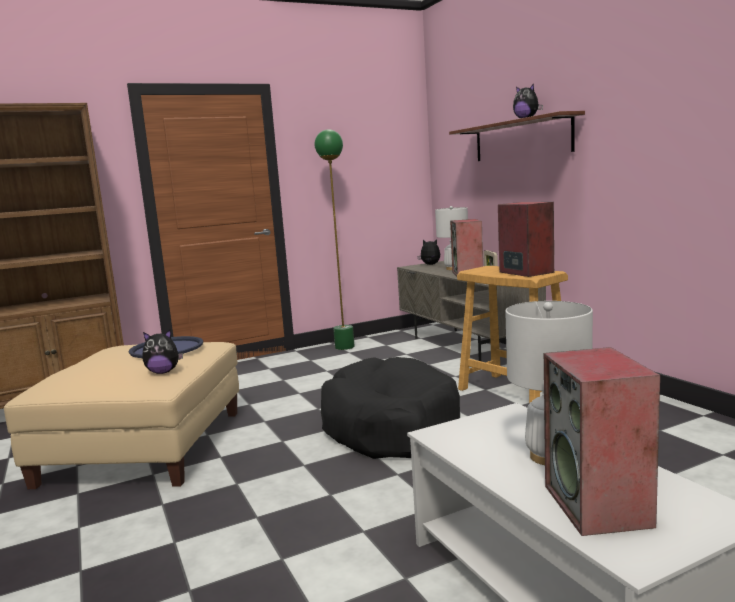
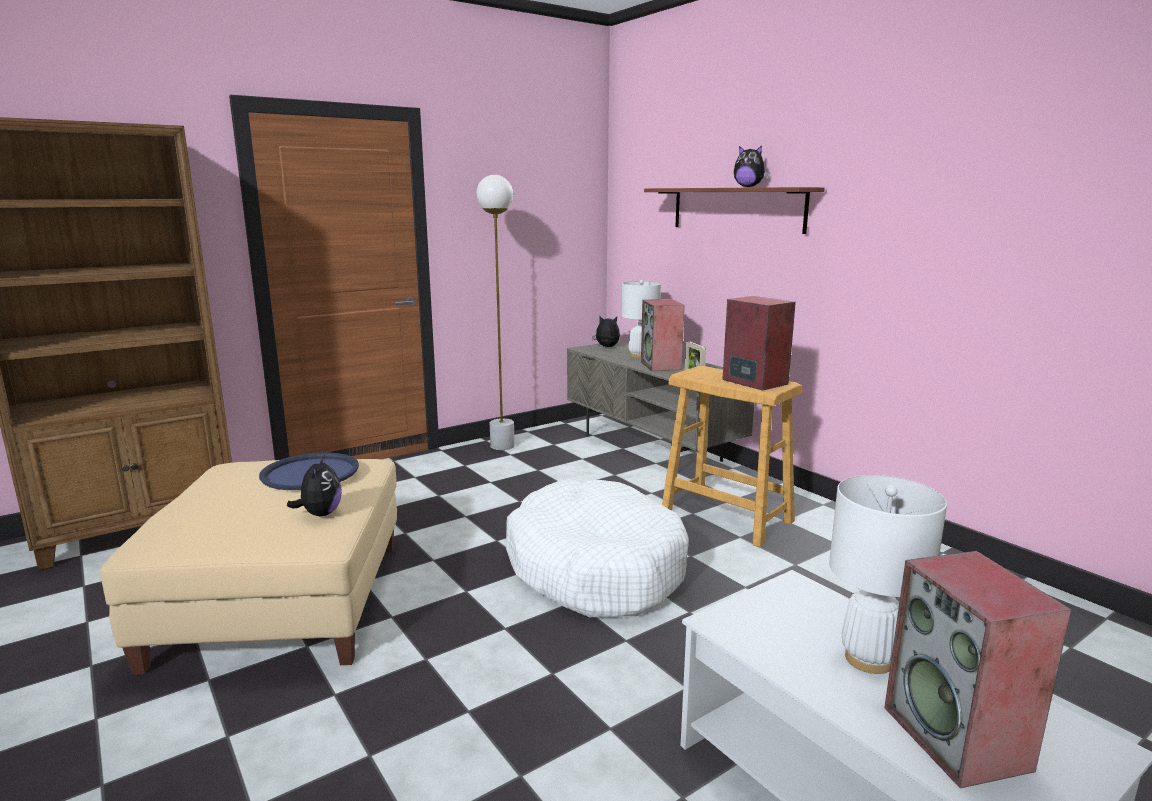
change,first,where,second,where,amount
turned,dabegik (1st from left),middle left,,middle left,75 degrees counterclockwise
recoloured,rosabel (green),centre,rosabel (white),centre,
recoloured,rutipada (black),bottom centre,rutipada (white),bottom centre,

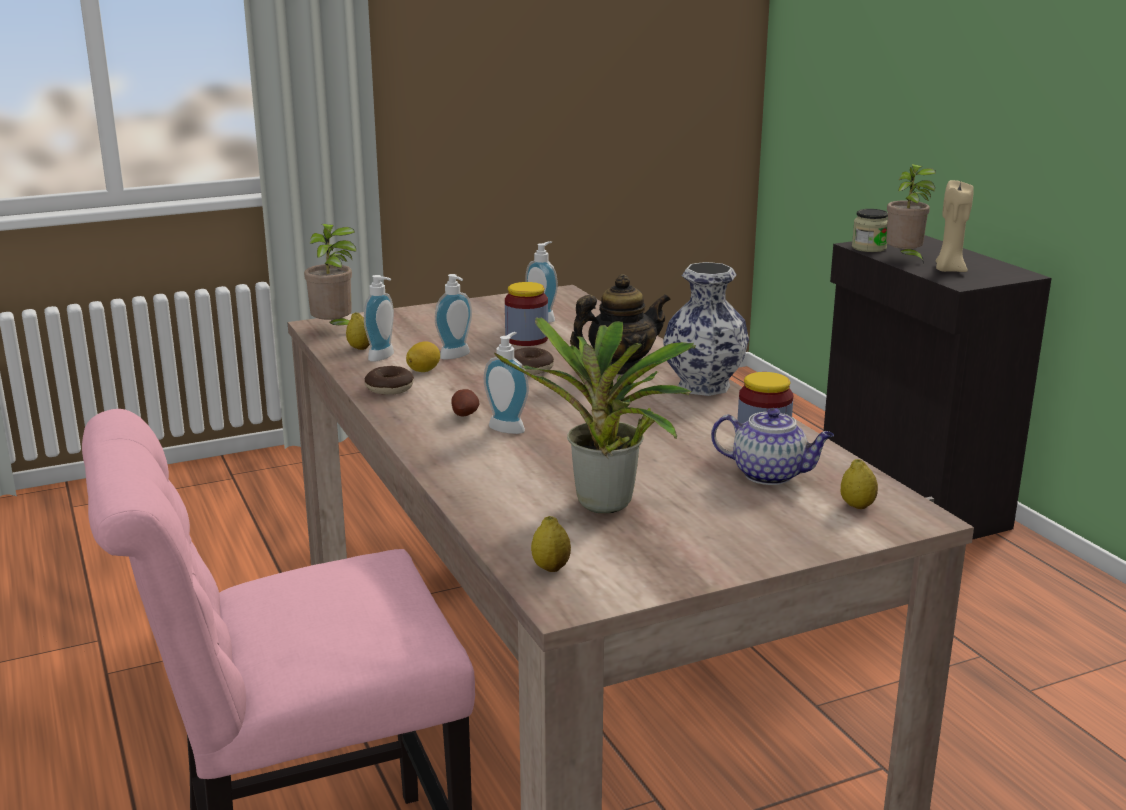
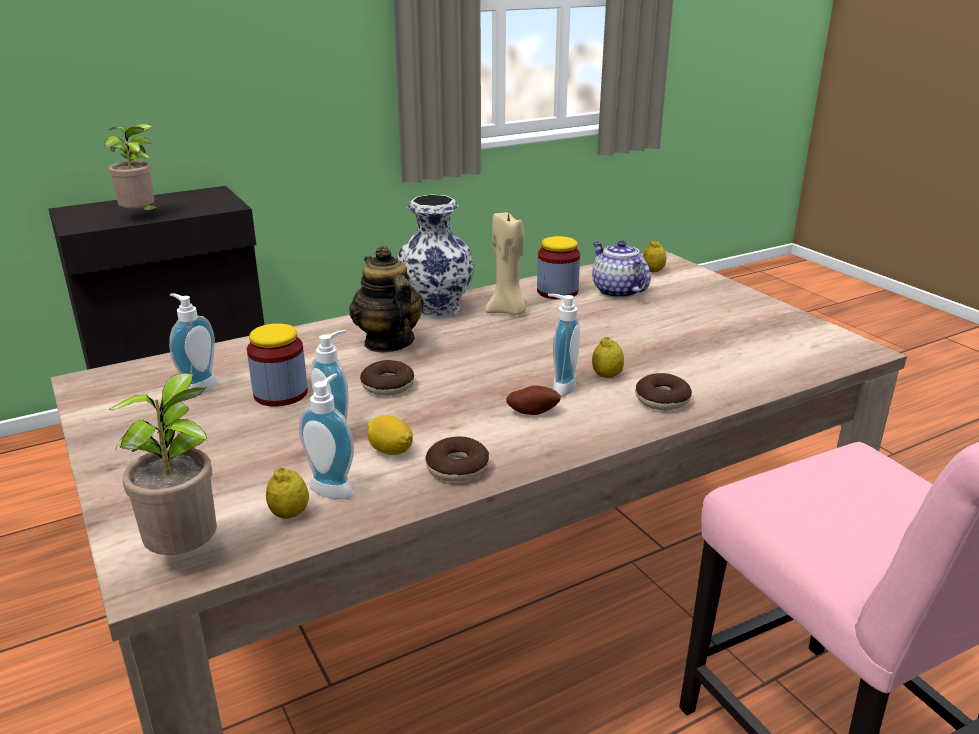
change,first,where,second,where,amount
moved,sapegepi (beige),top right,,centre,
turned,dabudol (2nd from left),middle right,,centre,45 degrees counterclockwise
moved,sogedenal (3rd from left),bottom centre,,centre,
added,,,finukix (3rd from left),middle right,
removed,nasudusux (2nd from left),centre,,,
removed,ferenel (3rd from left),top right,,,

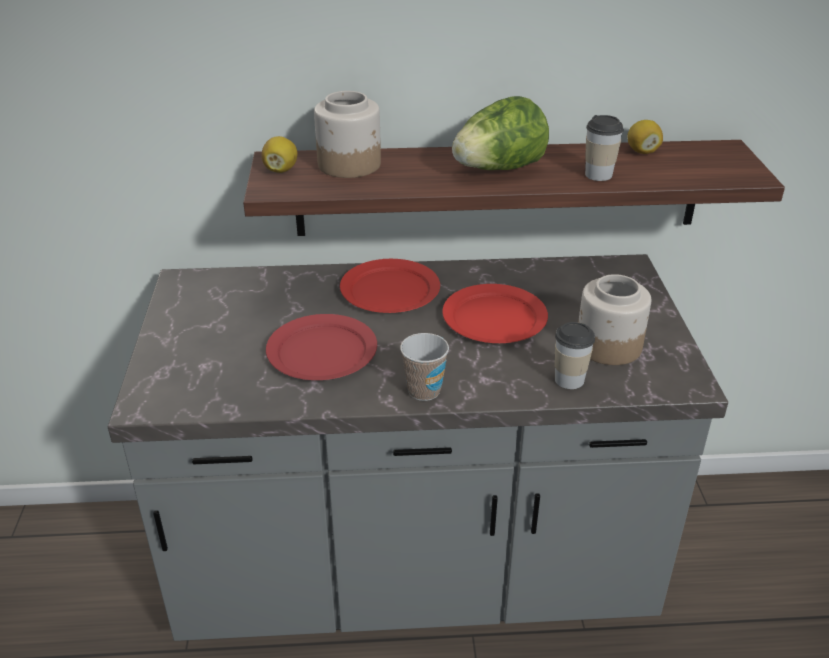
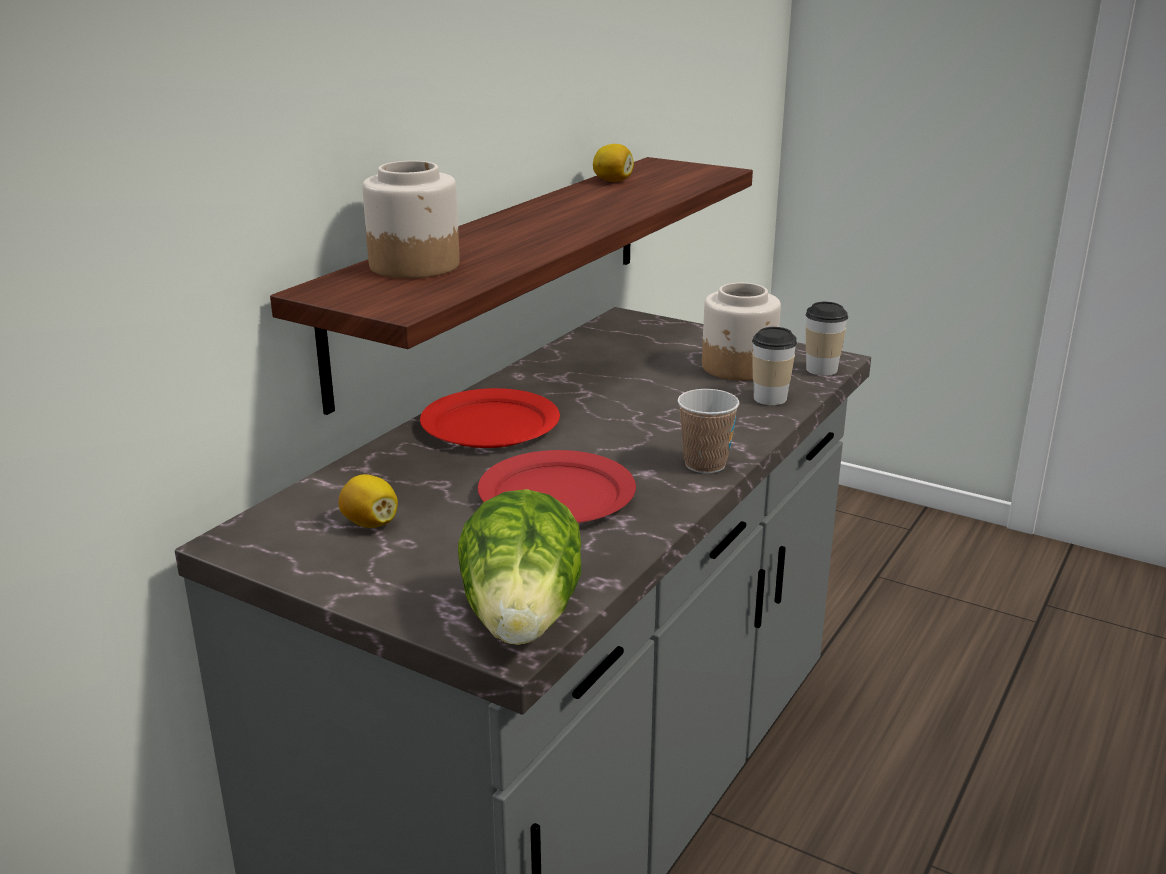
change,first,where,second,where,amount
moved,sogedenal (1st from left),top centre,,middle left,
moved,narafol,top centre,,centre,
moved,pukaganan (3rd from left),top right,,middle right,
removed,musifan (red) (3rd from left),centre,,,

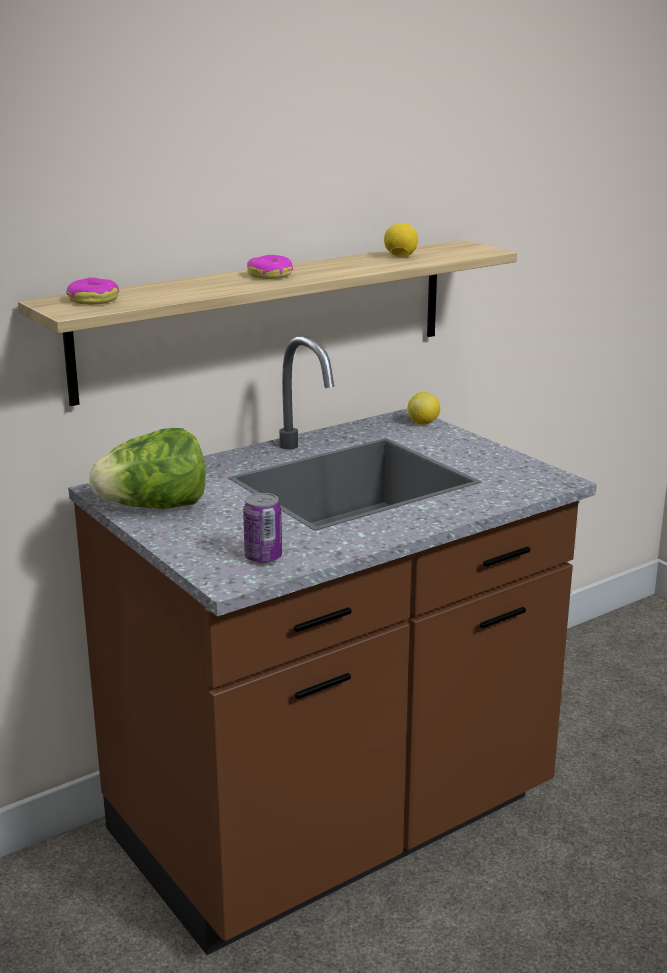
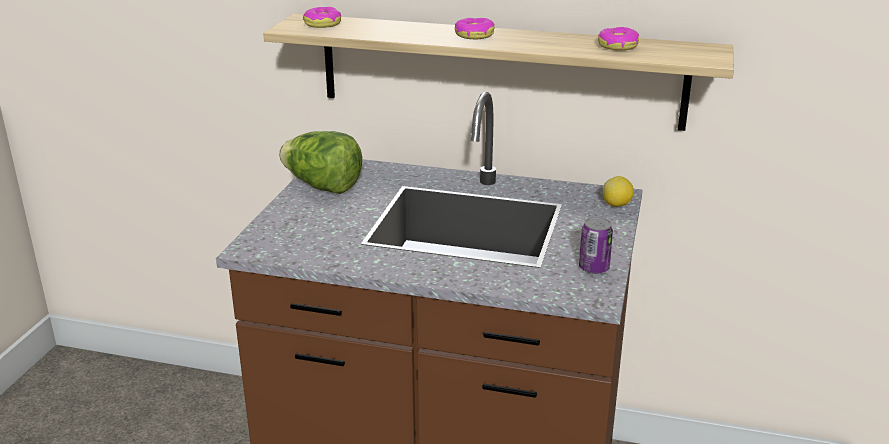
change,first,where,second,where,amount
moved,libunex,centre,,middle right,
replaced,sogedenal (1st from left),top centre,finukix (3rd from left),top right,

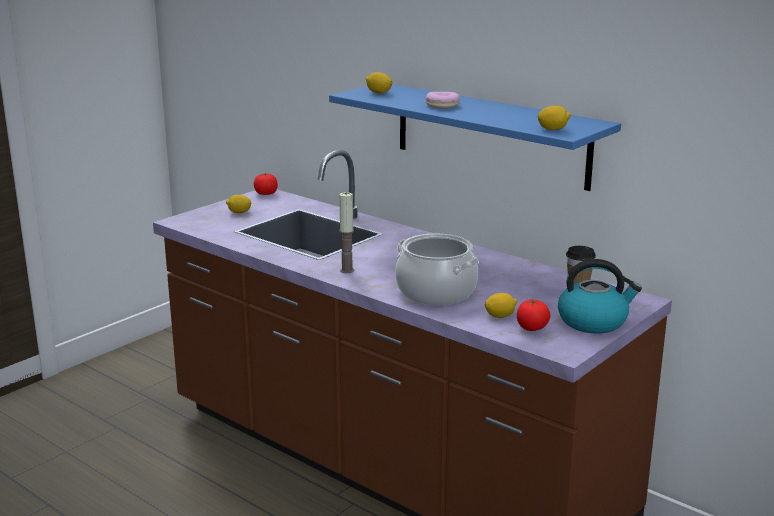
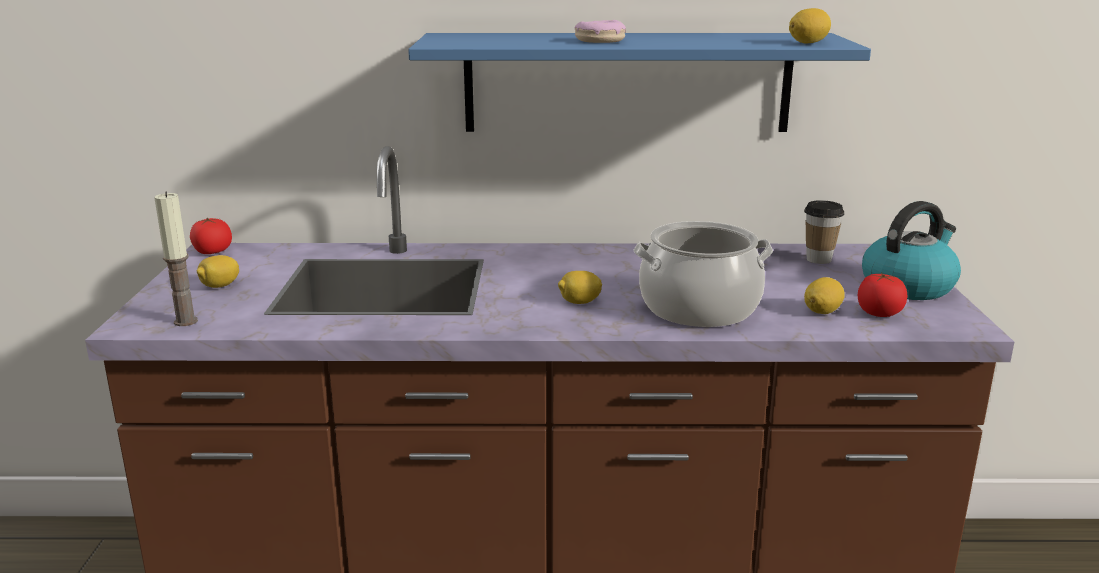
change,first,where,second,where,amount
moved,sapegepi,centre,,middle left,
moved,sogedenal (2nd from left),top centre,,centre,

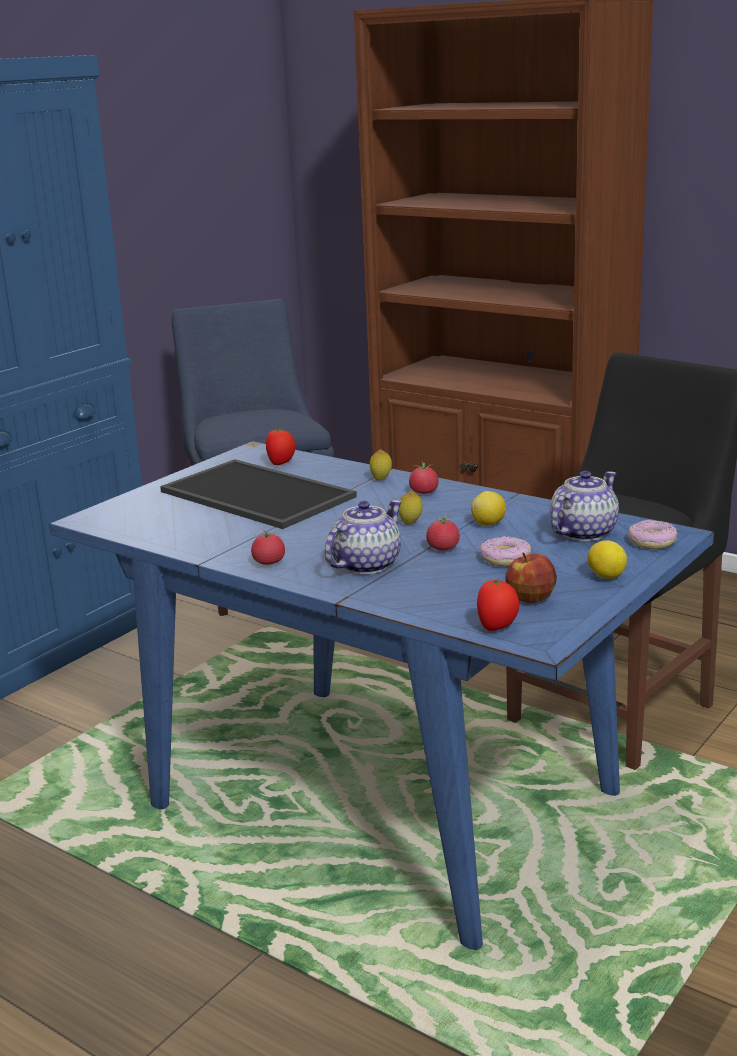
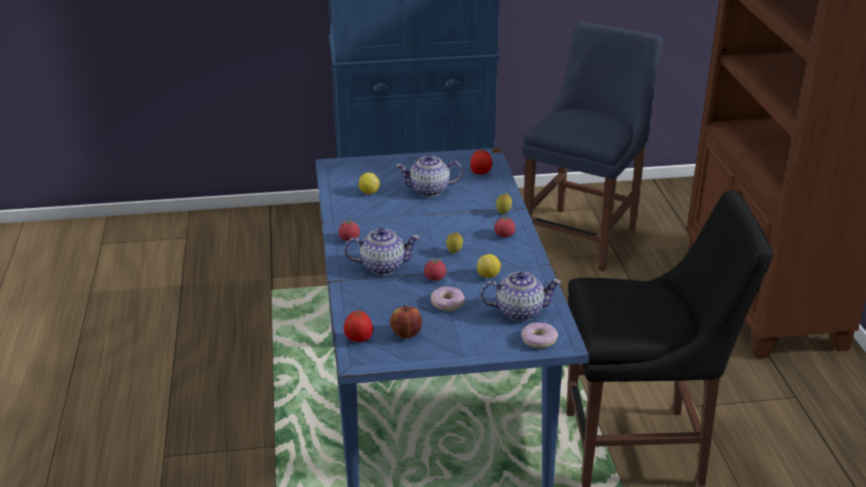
change,first,where,second,where,amount
moved,sogedenal (4th from left in the first image),middle right,sogedenal (1st from left),centre,
replaced,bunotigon,centre,dabudol (2nd from left),centre,

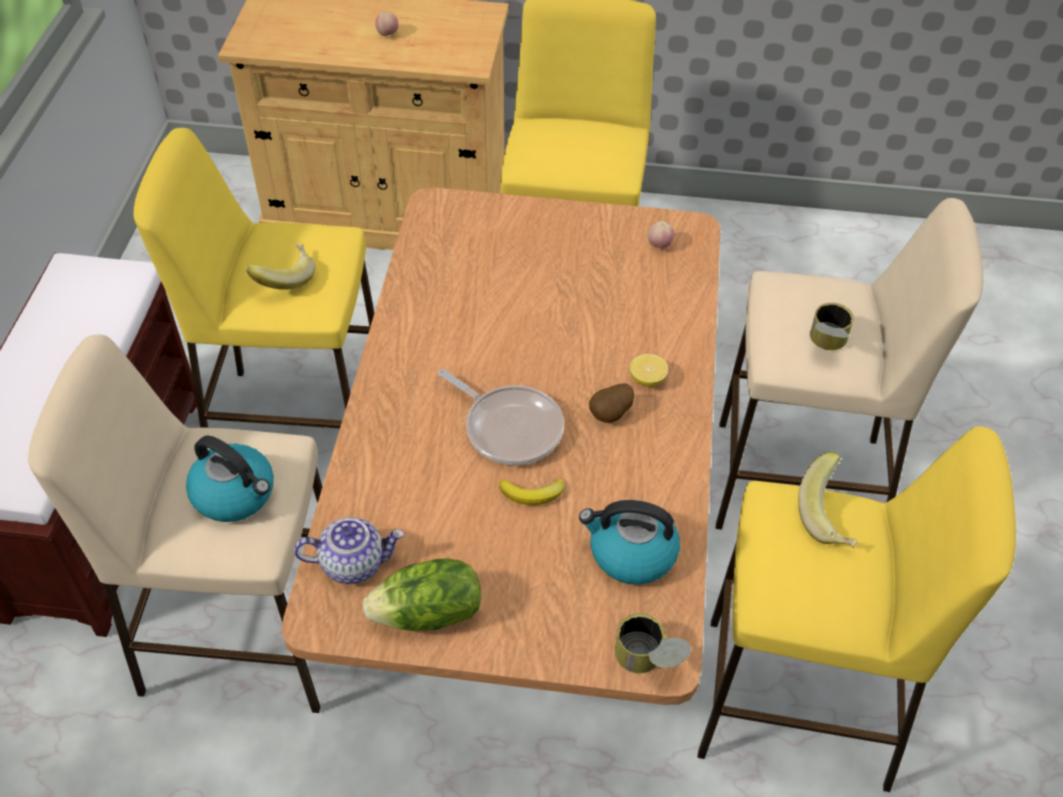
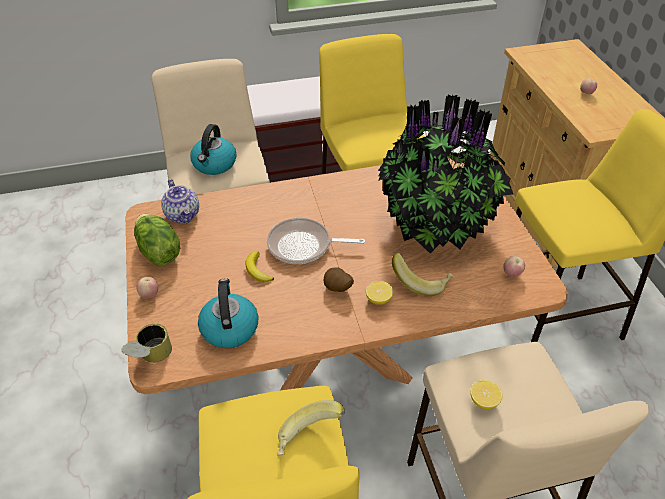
change,first,where,second,where,amount
added,,,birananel (1st from left),middle left,
turned,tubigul,centre,,centre,75 degrees clockwise
added,,,nasudusux,middle right,
moved,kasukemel (1st from left in the first image),middle left,kasukemel (3rd from left),centre,
replaced,libunex (2nd from left),middle right,sogedenal (2nd from left),bottom right,

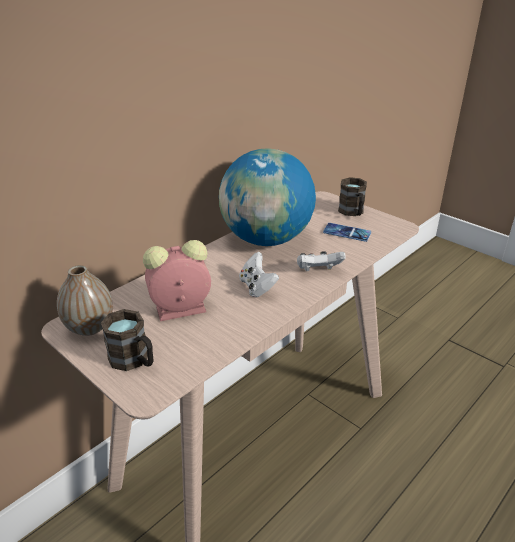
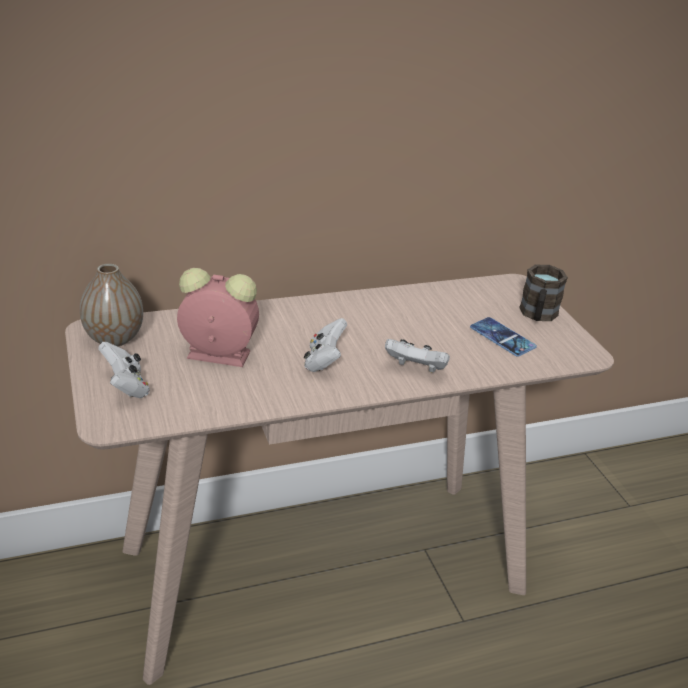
change,first,where,second,where,amount
replaced,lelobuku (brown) (1st from left),middle left,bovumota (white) (1st from left),middle left,
removed,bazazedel,centre,,,

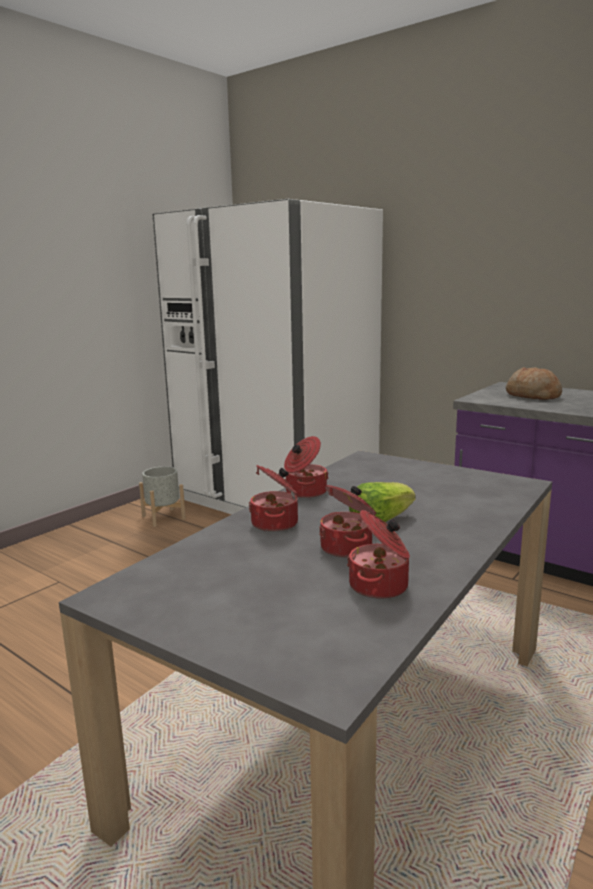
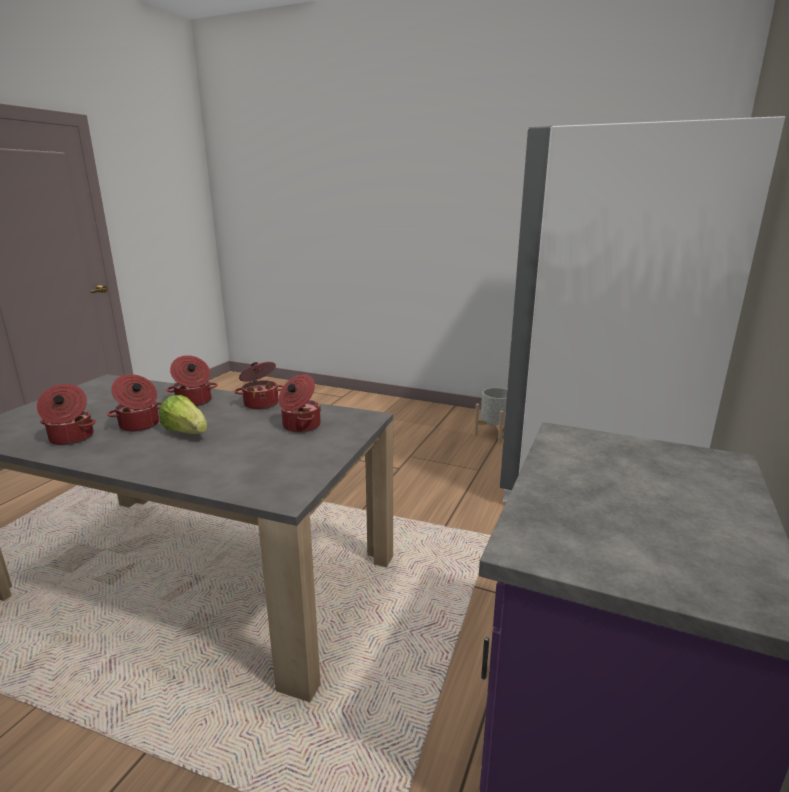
change,first,where,second,where,amount
added,,,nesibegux (5th from left),centre,
removed,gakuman,middle right,,,

